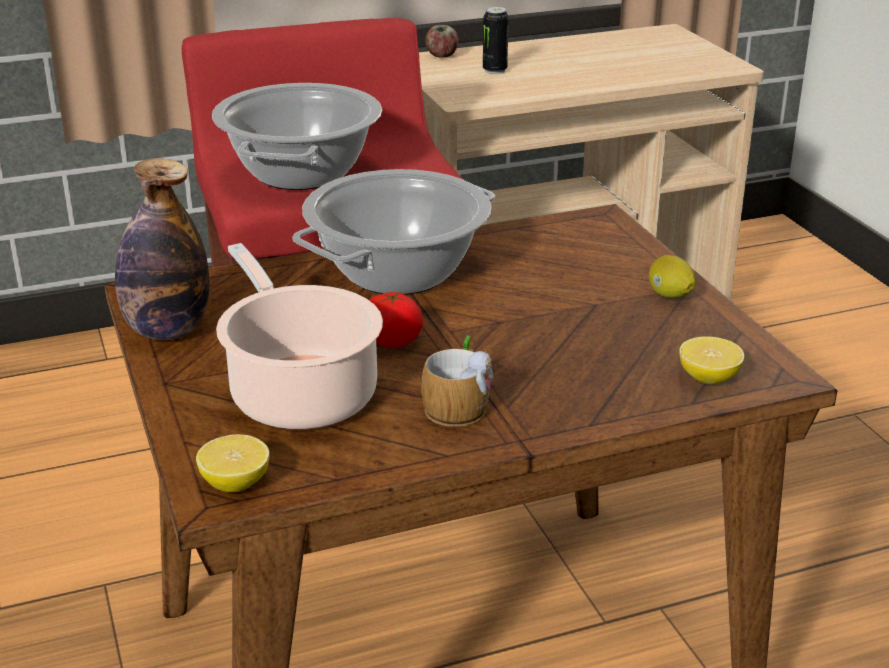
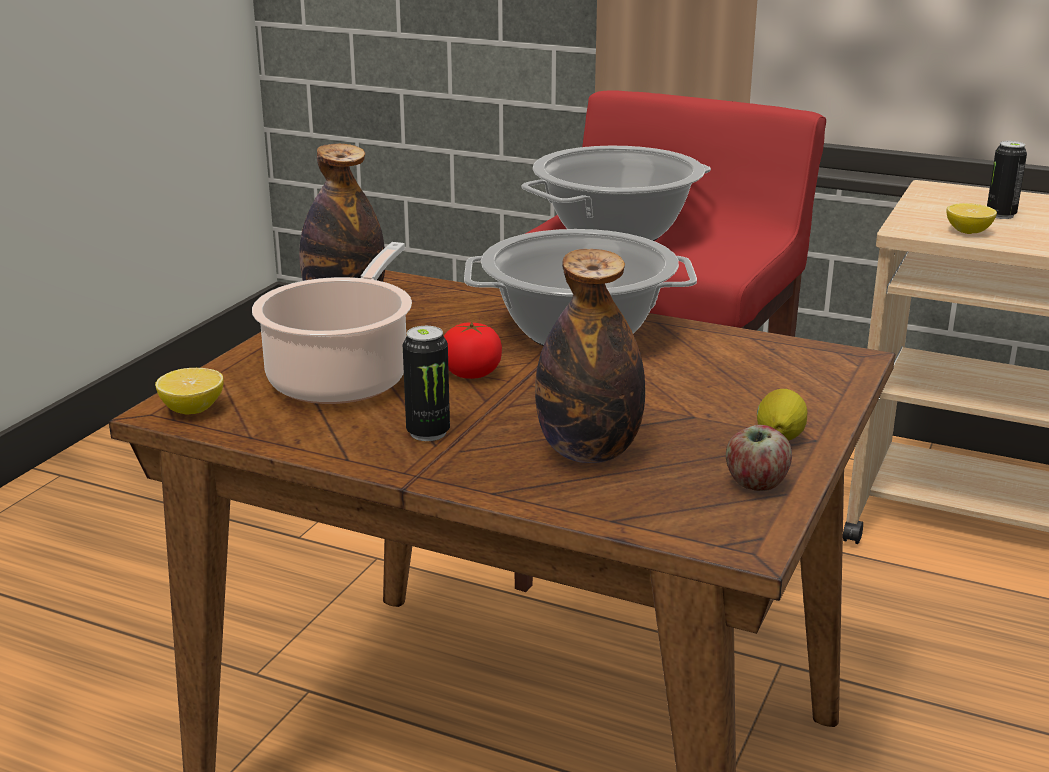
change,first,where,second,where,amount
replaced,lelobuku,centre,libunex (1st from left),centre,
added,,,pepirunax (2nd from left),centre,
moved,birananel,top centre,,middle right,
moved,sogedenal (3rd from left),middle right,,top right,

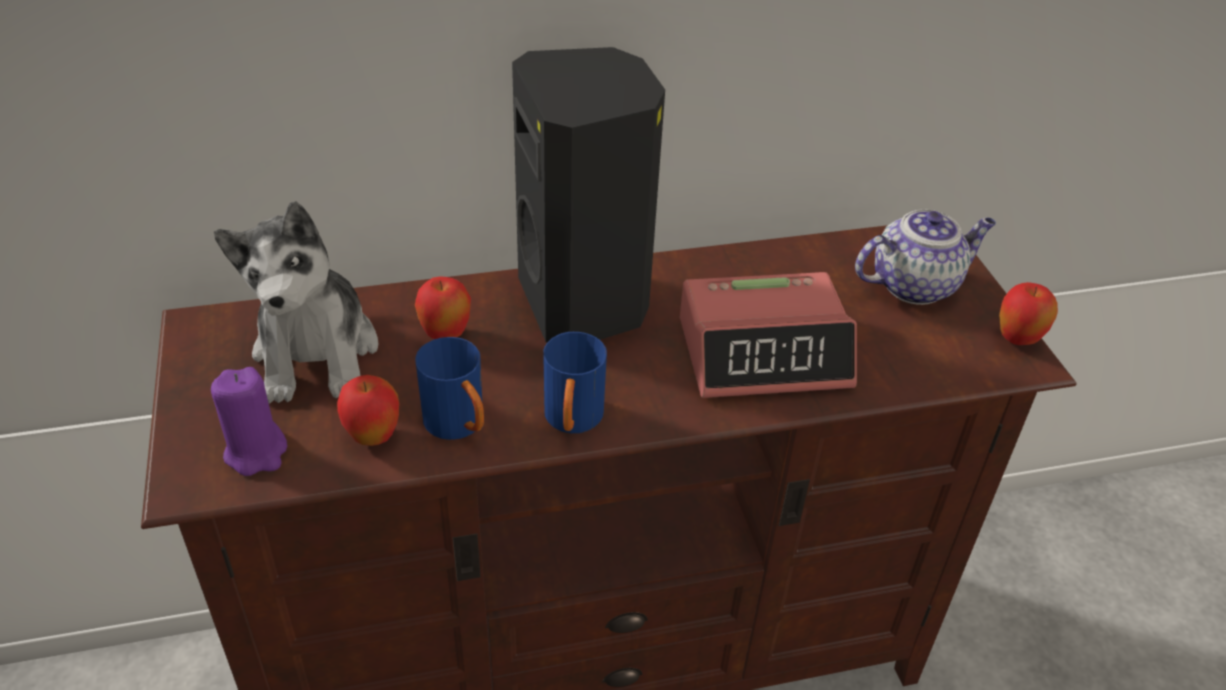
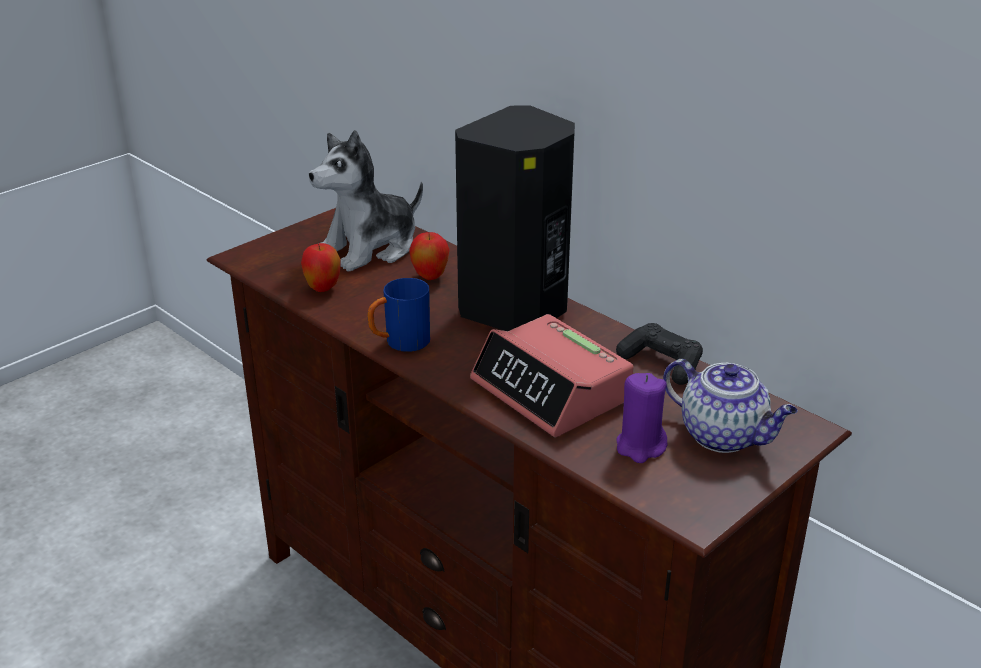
change,first,where,second,where,amount
added,,,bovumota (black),middle right,
moved,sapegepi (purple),middle left,,centre,
removed,lelobuku (blue) (1st from left),centre,,,
removed,birananel (3rd from left),middle right,,,

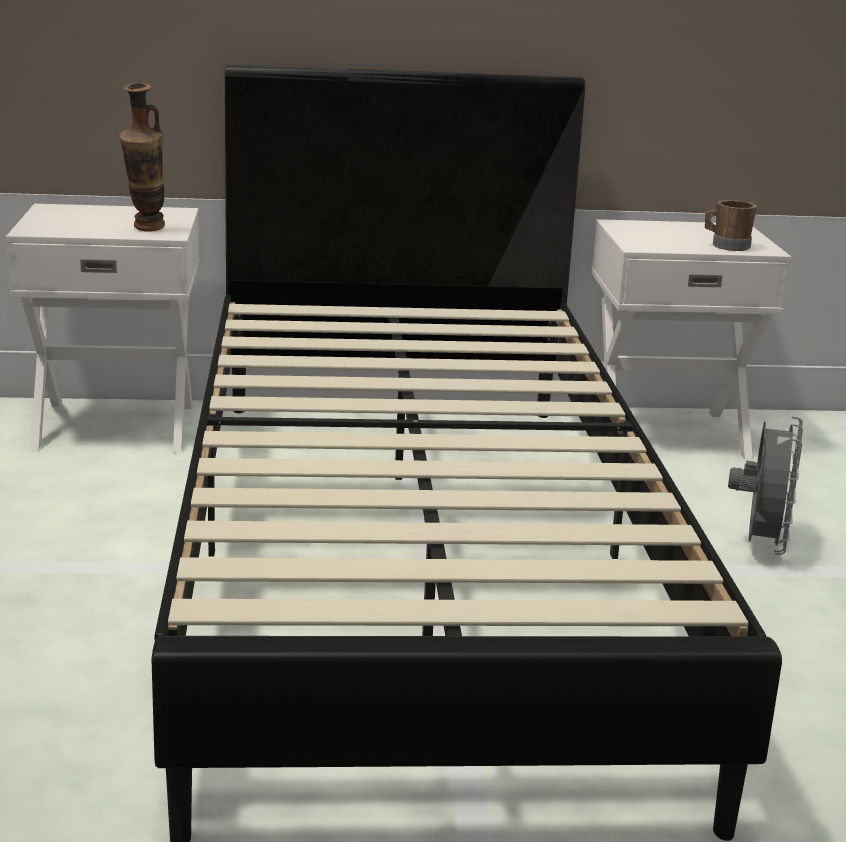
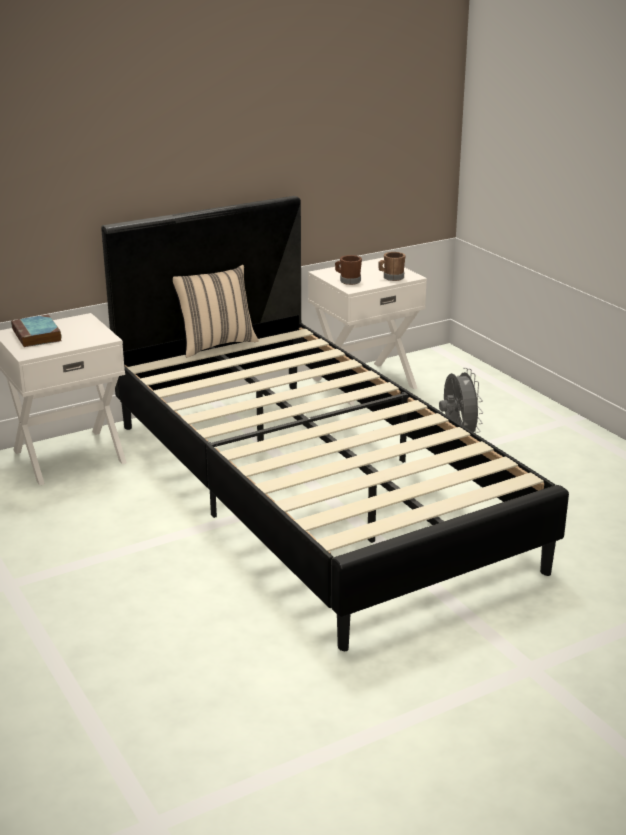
change,first,where,second,where,amount
added,,,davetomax,middle left,
added,,,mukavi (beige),centre,
added,,,lelobuku (brown) (1st from left),top centre,
removed,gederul,top left,,,

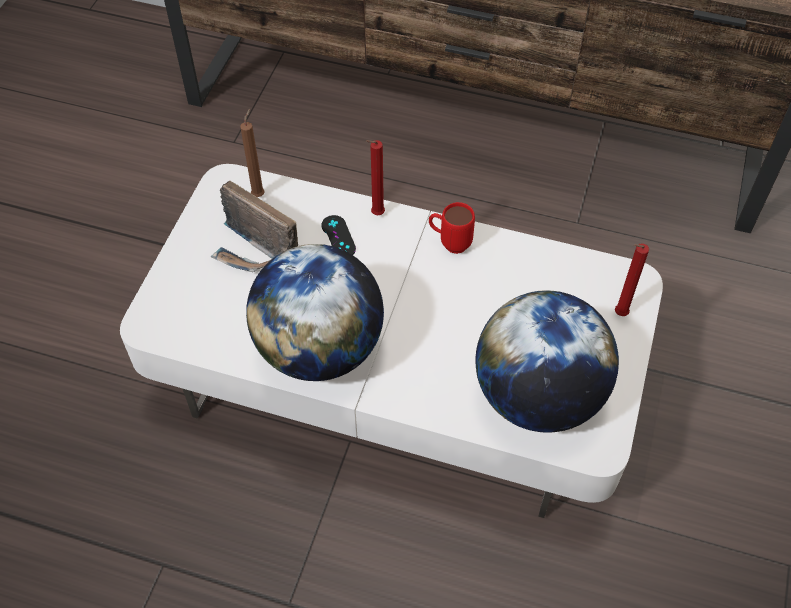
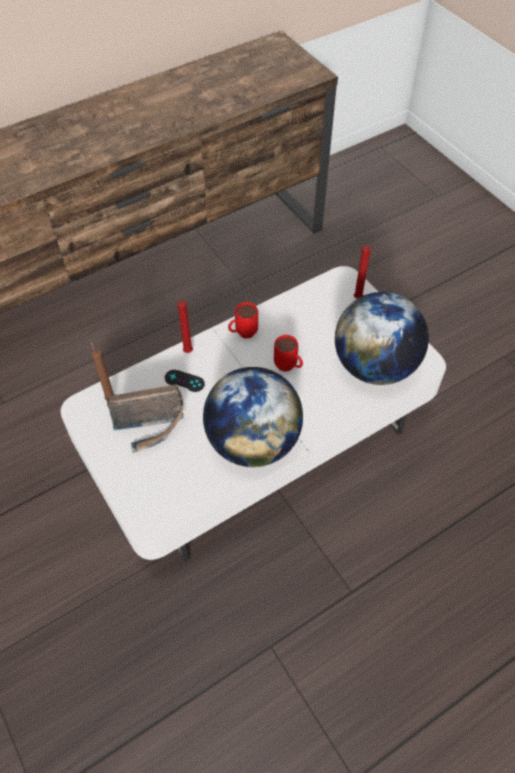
change,first,where,second,where,amount
added,,,lelobuku (red) (2nd from left),centre,

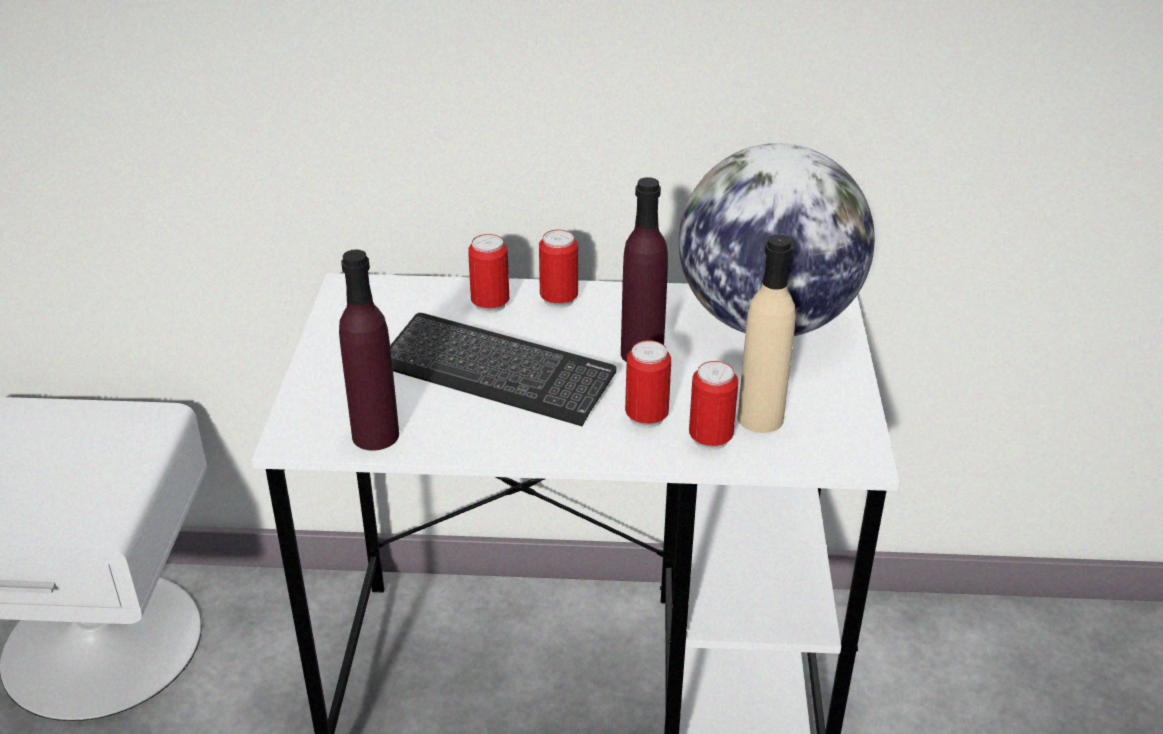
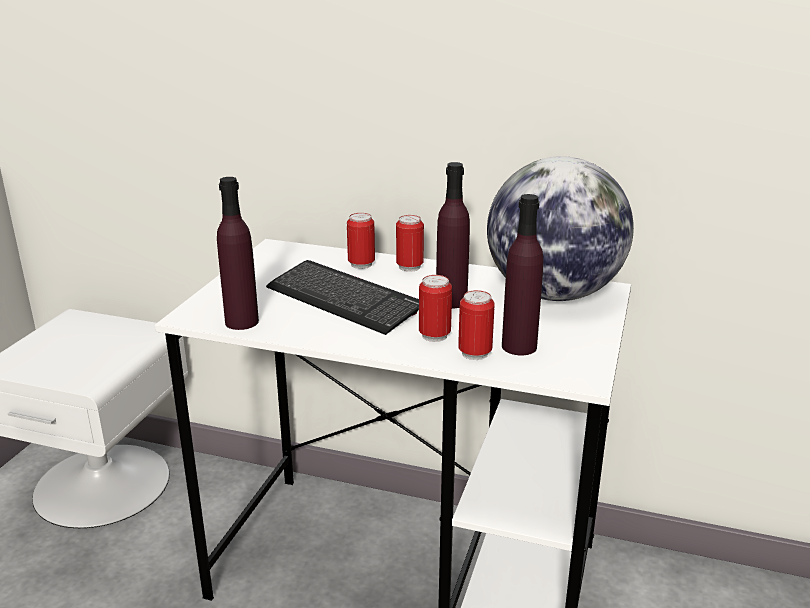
change,first,where,second,where,amount
recoloured,pepirunax (beige),centre,pepirunax (purple) (3rd from left),centre,

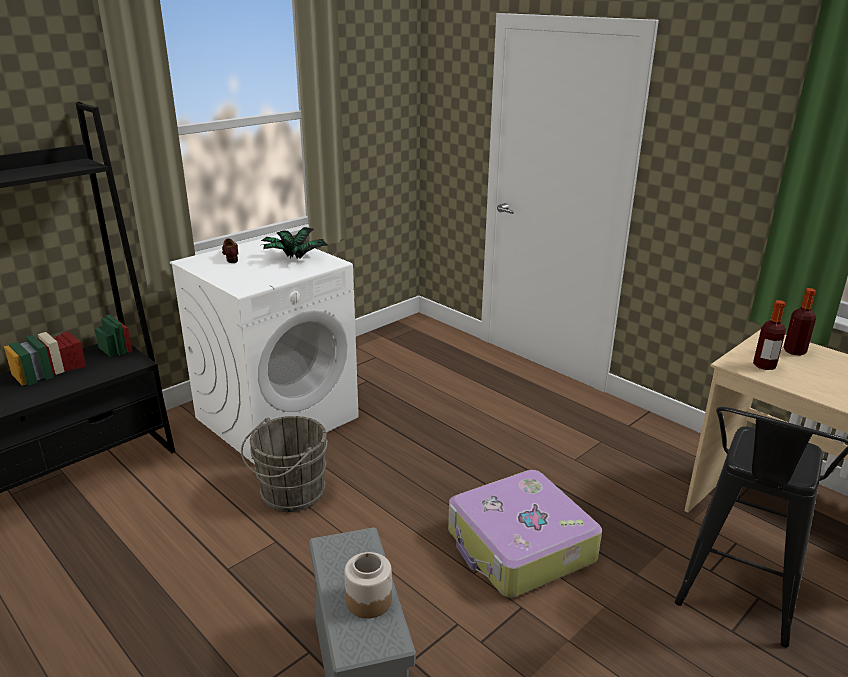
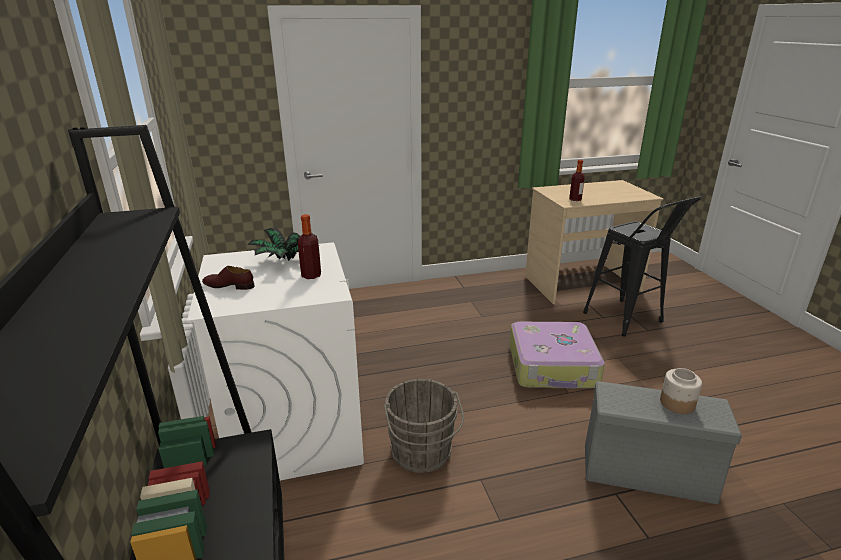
change,first,where,second,where,amount
moved,pepirunax (2nd from left in the first image),middle right,pepirunax (1st from left),centre,

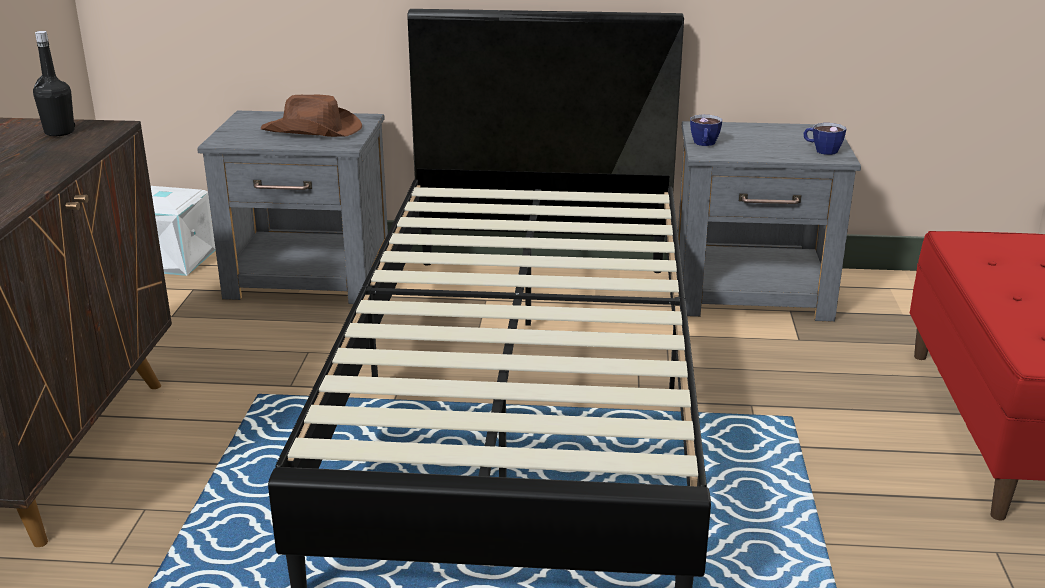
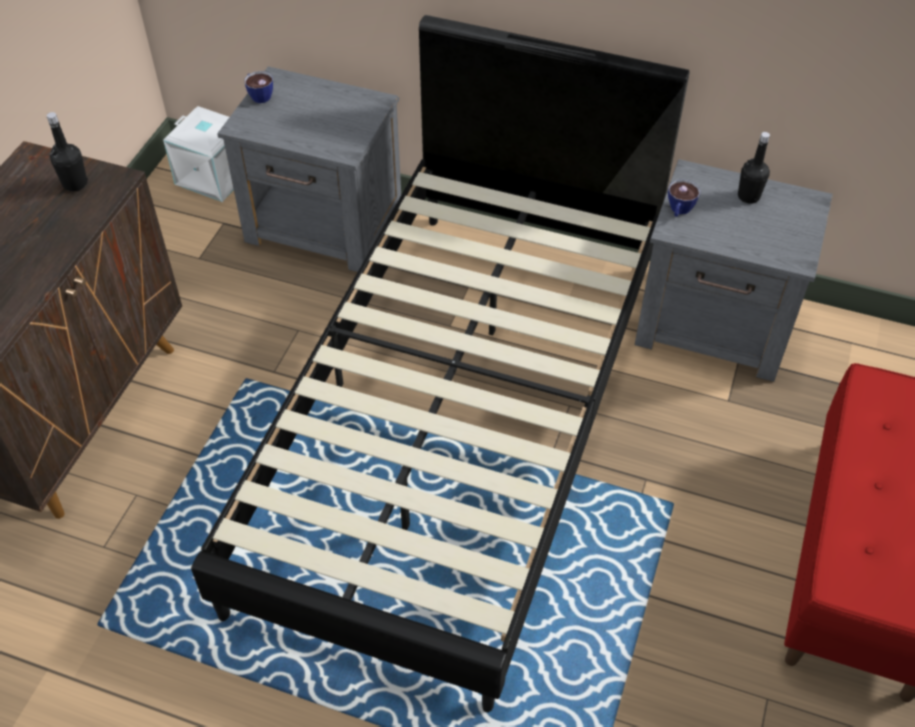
change,first,where,second,where,amount
moved,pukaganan (2nd from left in the first image),top right,pukaganan (1st from left),top left,
added,,,pepirunax (black) (2nd from left),top right,
removed,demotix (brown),top left,,,

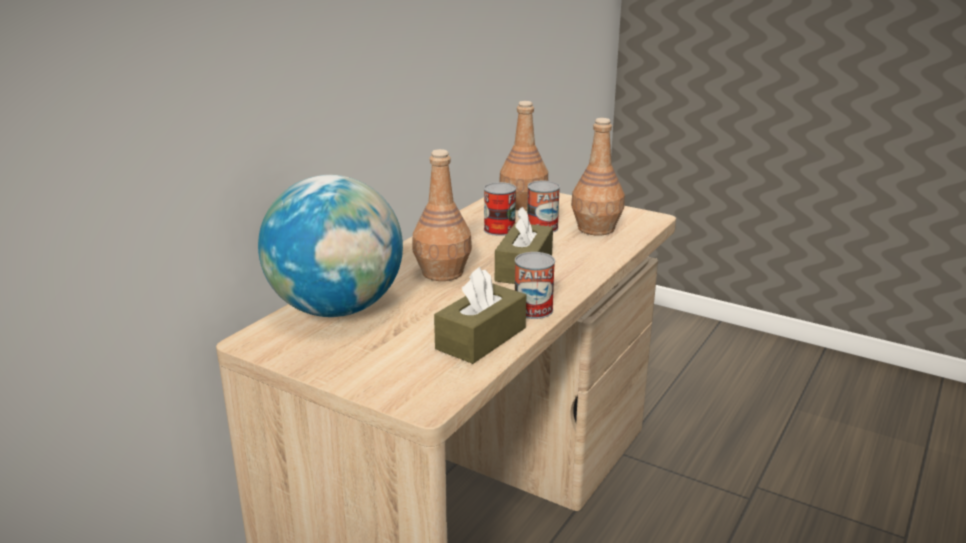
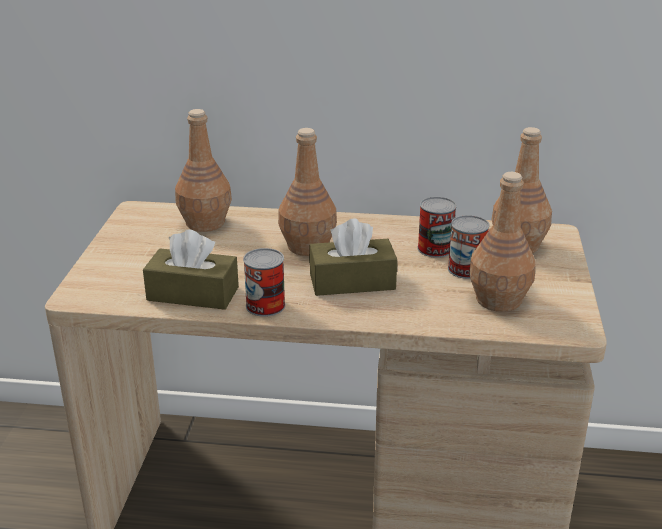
change,first,where,second,where,amount
replaced,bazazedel,centre,pepirunax (brown) (1st from left),top left,

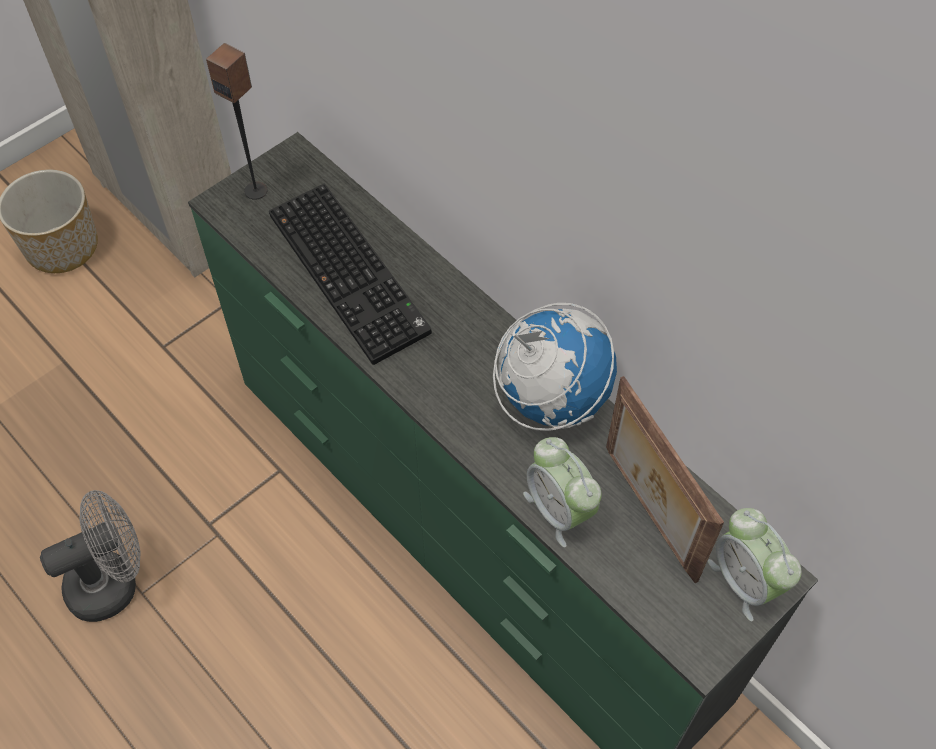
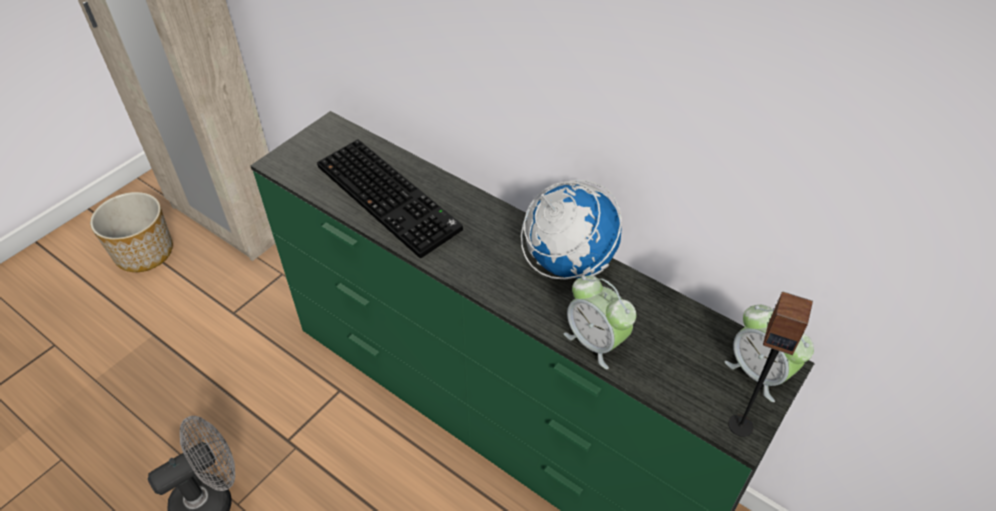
change,first,where,second,where,amount
moved,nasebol,top left,,bottom right,
removed,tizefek,middle right,,,

